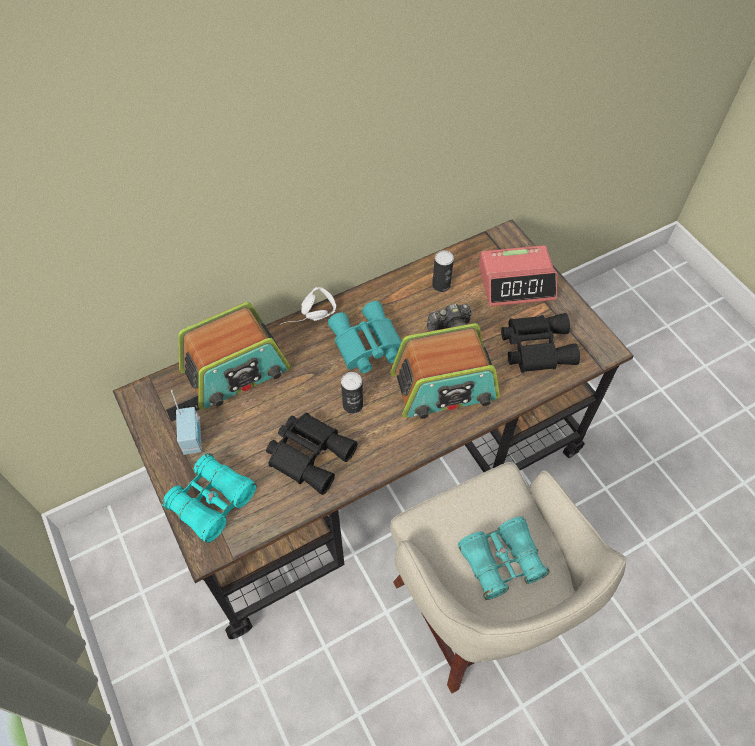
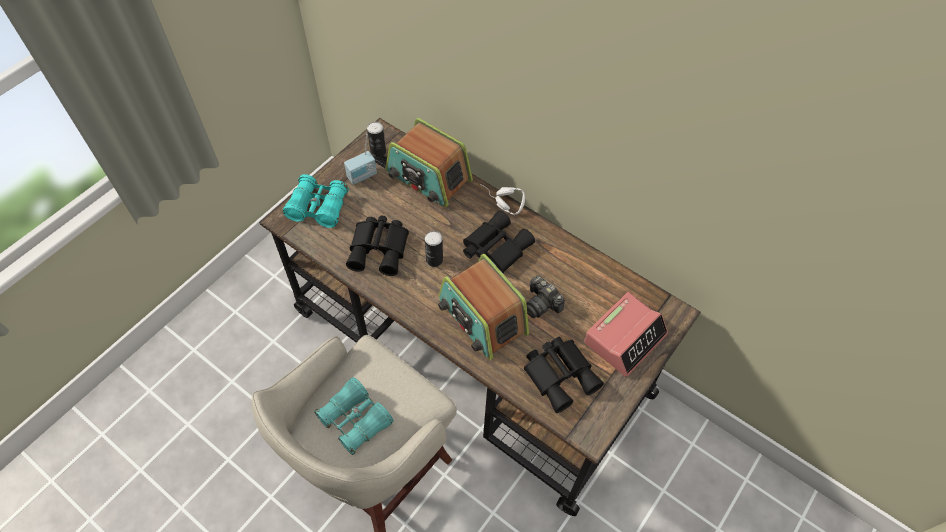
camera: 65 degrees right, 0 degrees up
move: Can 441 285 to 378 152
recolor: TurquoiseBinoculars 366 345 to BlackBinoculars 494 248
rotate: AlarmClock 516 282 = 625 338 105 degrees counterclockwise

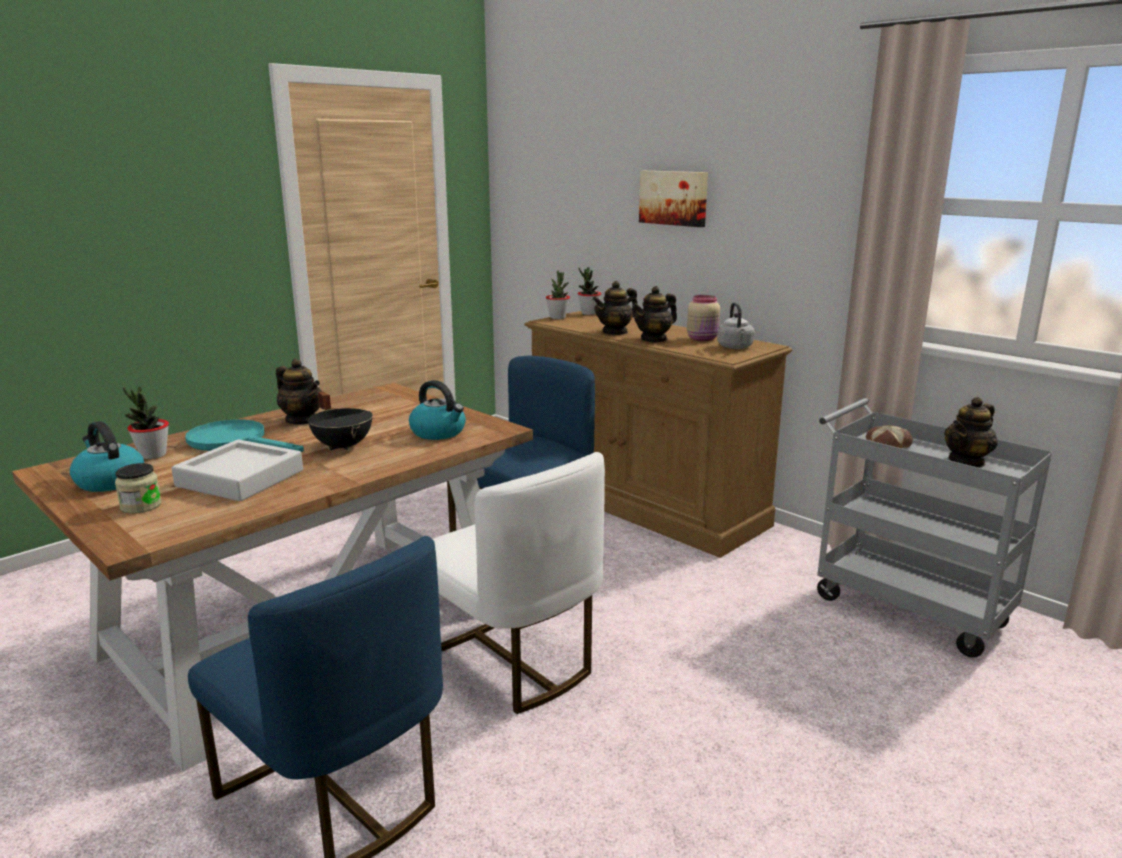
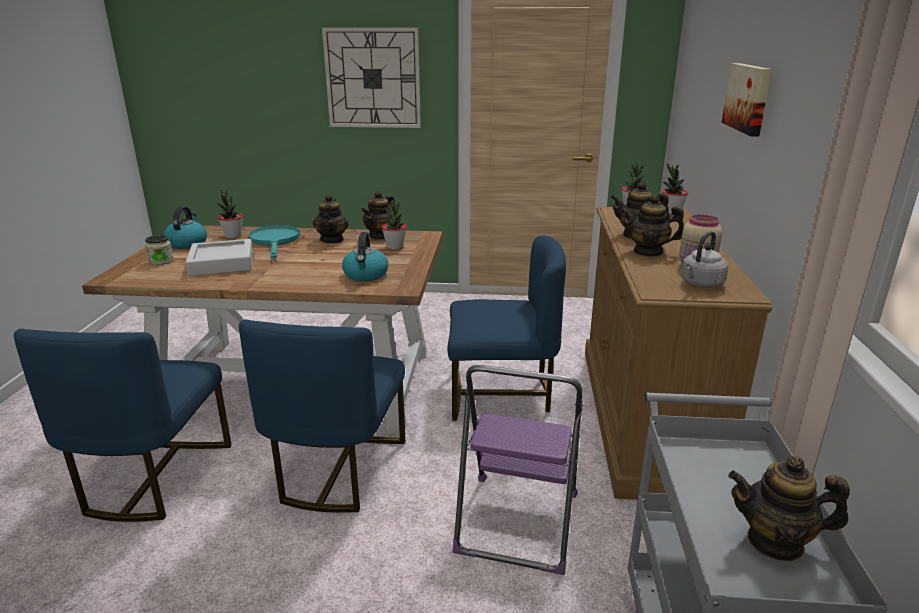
camera: 50 degrees right, 5 degrees up
delete: BlackCookingPot 344 446; Bread 887 443
insert: WallClock 373 78; Teapot 380 236; PottedPlant 395 247; PurpleStepLadder 515 525
recolor: WhiteChair 510 662 to BlueChair 337 470

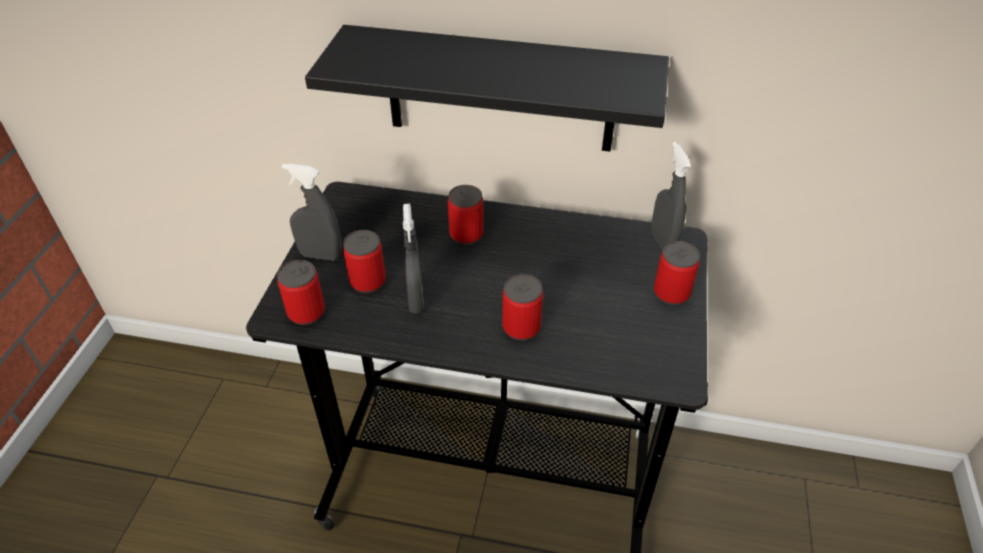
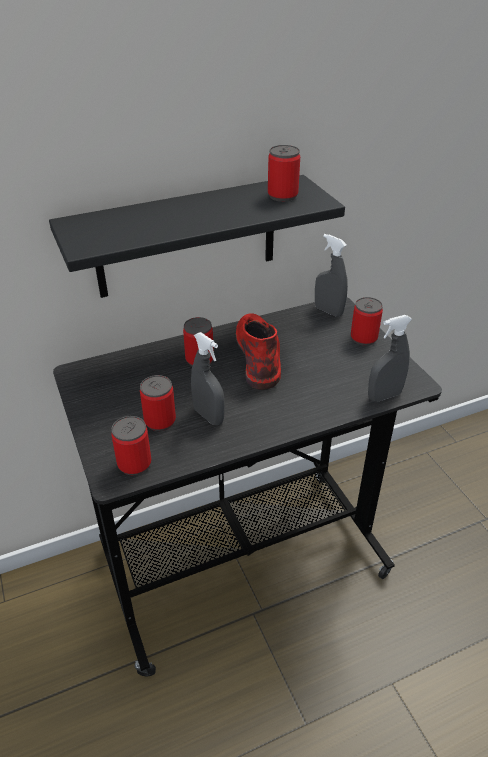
camera: 35 degrees left, 5 degrees down
insert: RedBoot 258 353
move: Can 521 327 to 282 196; GreySprayBottle 321 255 to 384 396

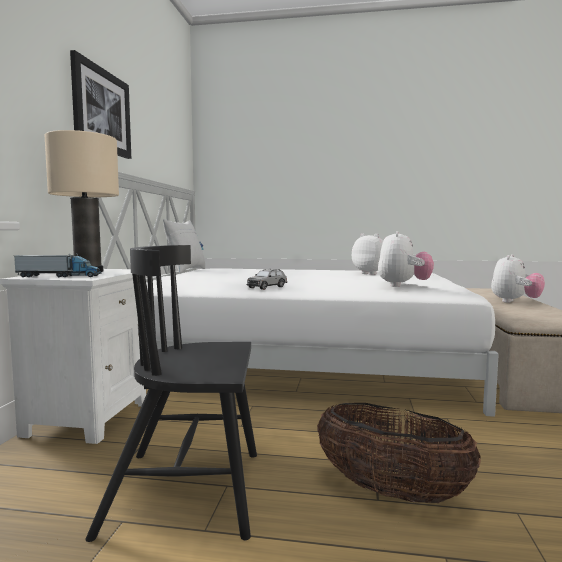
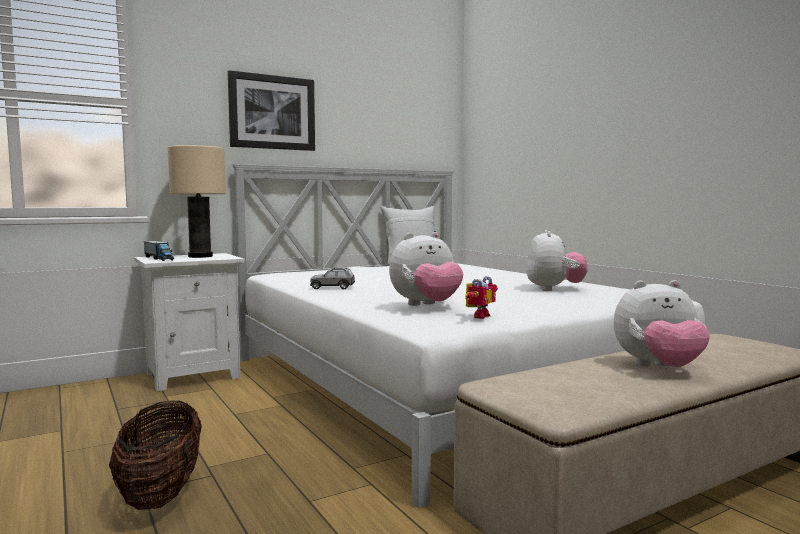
camera: 50 degrees right, 0 degrees up
delete: BlackChair 195 490
insert: ToyRobot 478 316

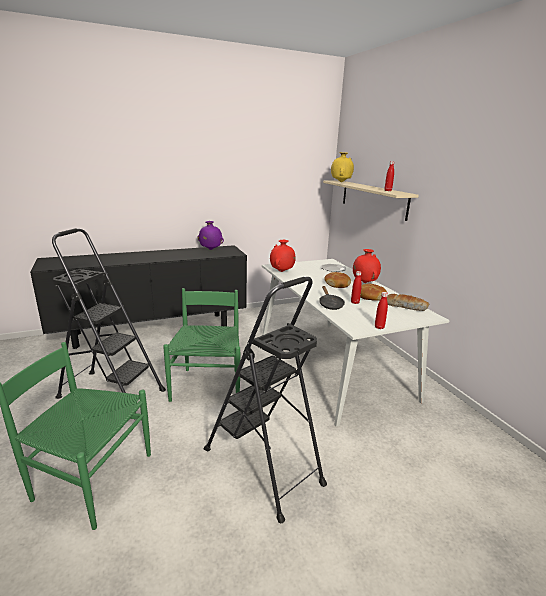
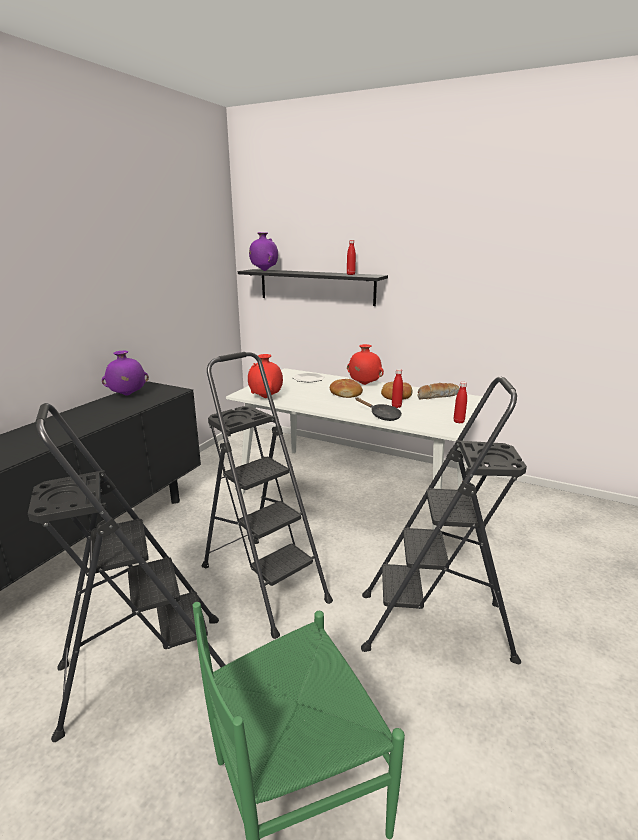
camera: 40 degrees left, 0 degrees up
replace: GreenChair 208 385 to StepLadder 262 581
recolor: BeigeShelf 373 199 to BlackShelf 316 287; YellowVase 340 182 to PurpleVase 264 270

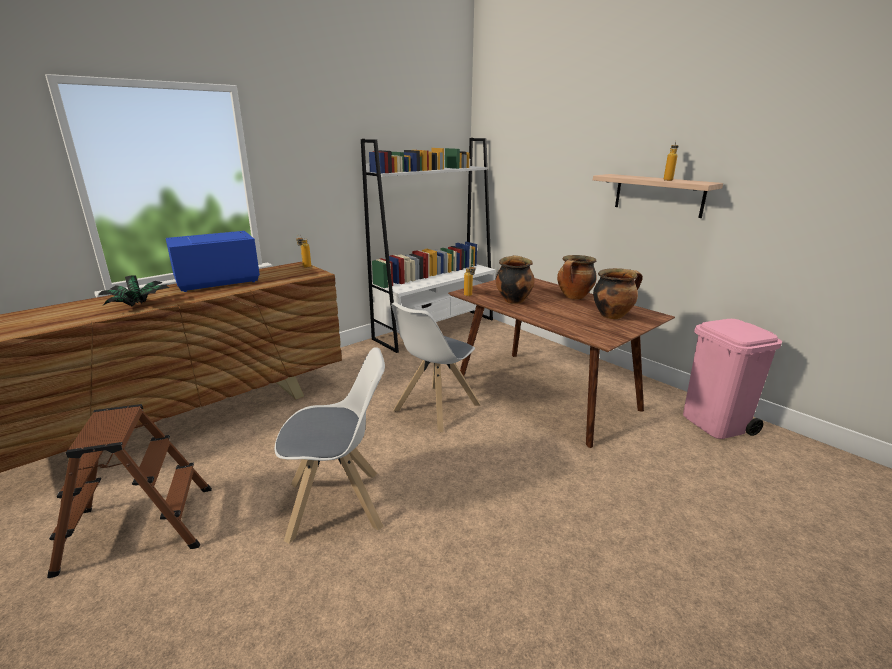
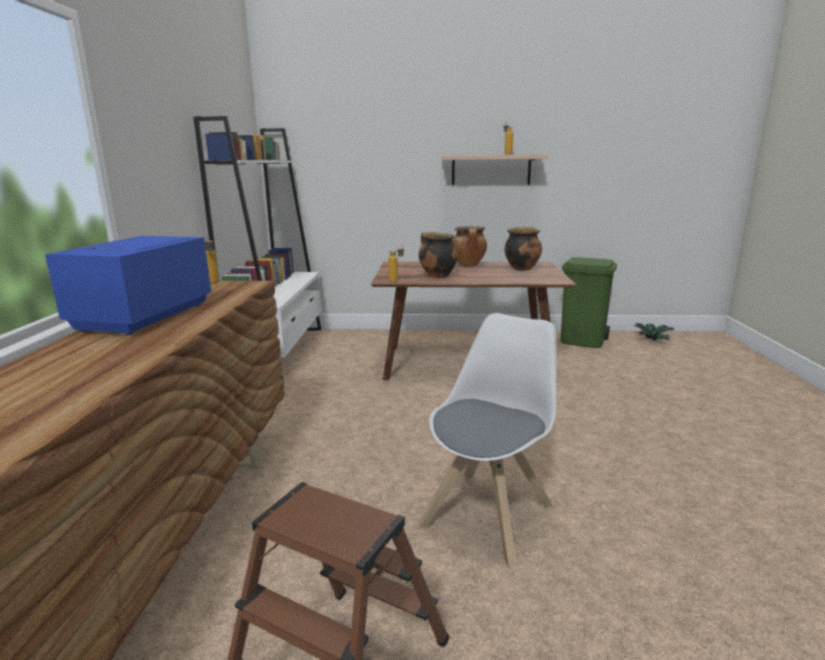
camera: 45 degrees left, 5 degrees down
delete: Chair 435 408
move: PottedPlant 139 305 to 652 340
recolor: PinkTrashCan 715 424 to GreenTrashCan 583 341

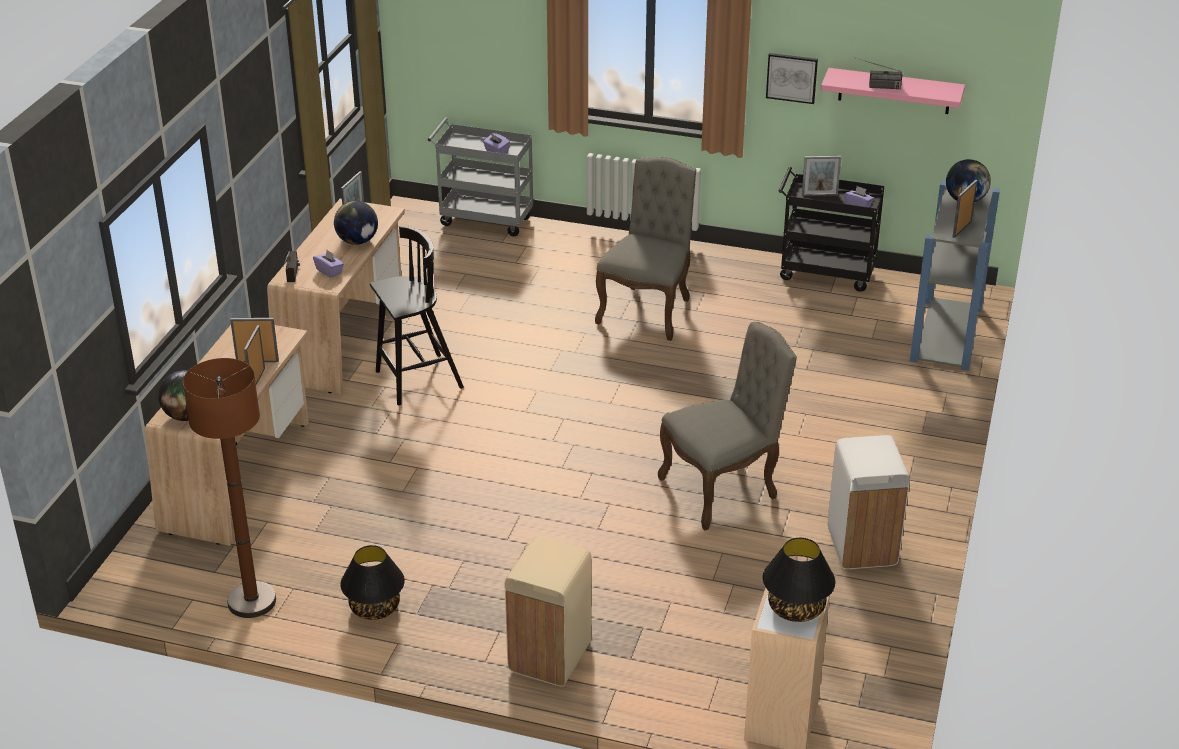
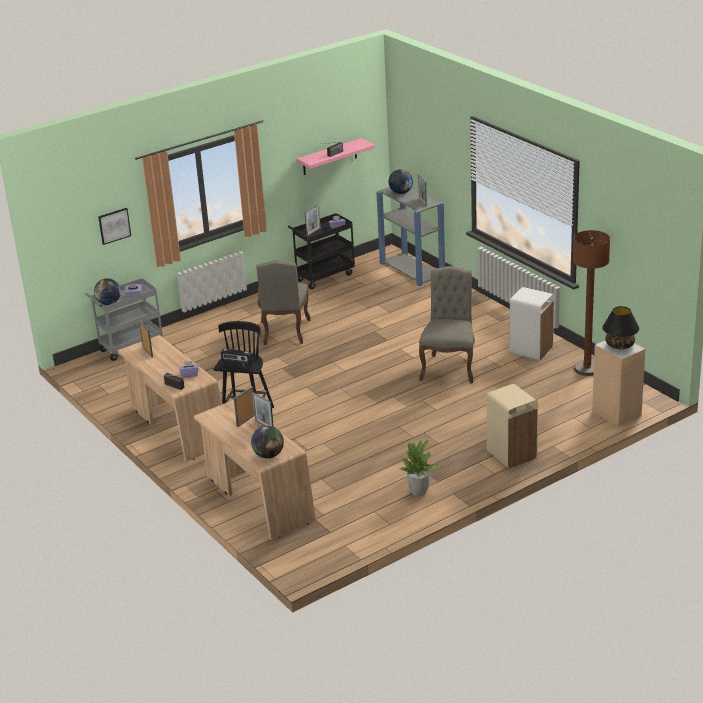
camera: 50 degrees left, 5 degrees down
insert: Radio 237 367
move: Globe 357 241 to 109 303; Picture 792 77 to 114 225; BrownFloorLamp 251 601 to 587 369
replace: BlackTableLamp 374 608 to PottedPlant 418 492
rotate: GreyChair 648 311 = 284 333 150 degrees counterclockwise

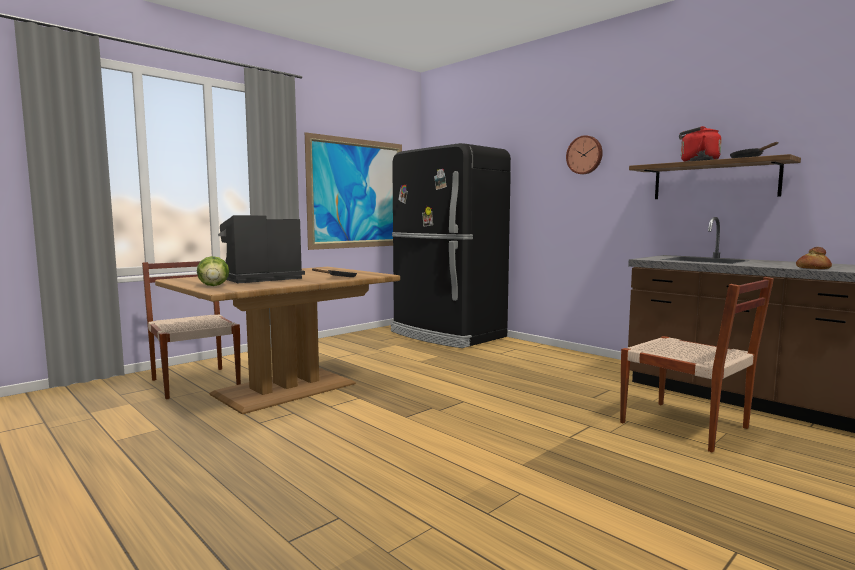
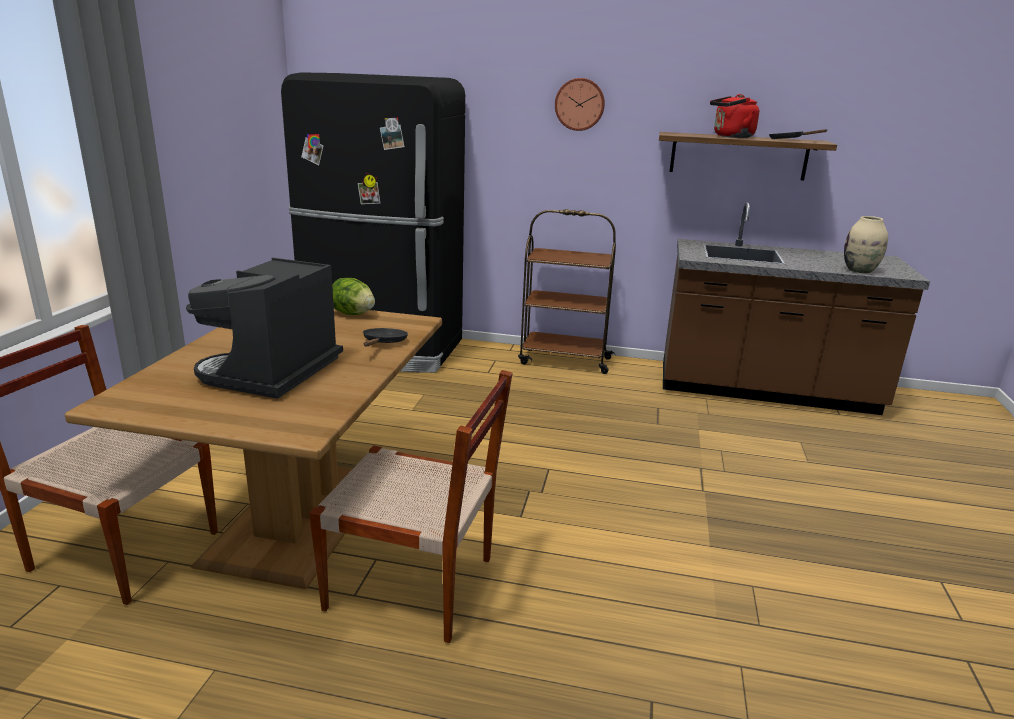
camera: 35 degrees left, 15 degrees up
delete: Picture 357 193
insert: BrownCart 563 361
move: Chair 687 427 to 415 586; Lettuce 213 286 to 353 314
replace: Bread 812 268 to BeigeVase 860 270

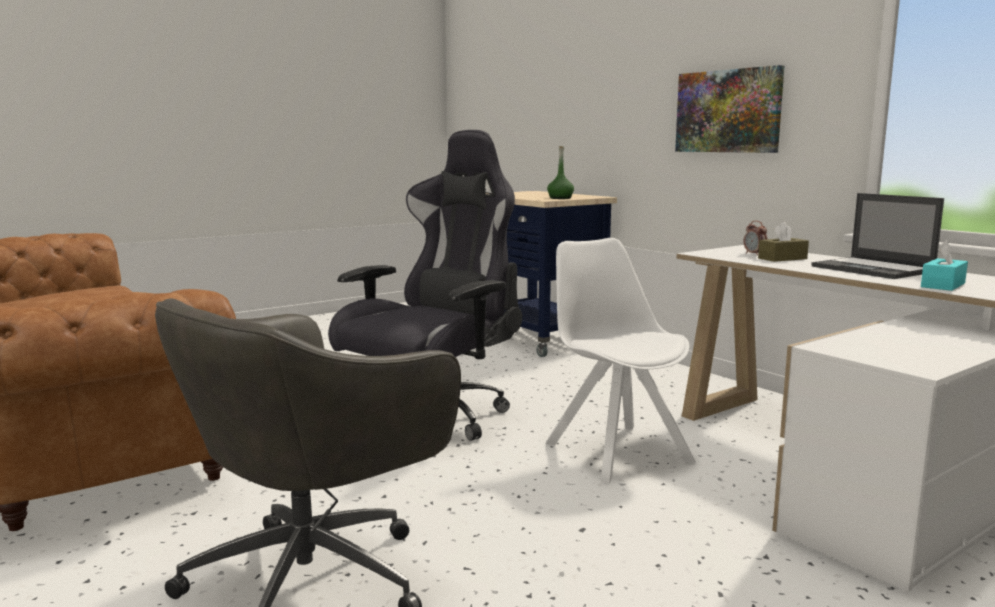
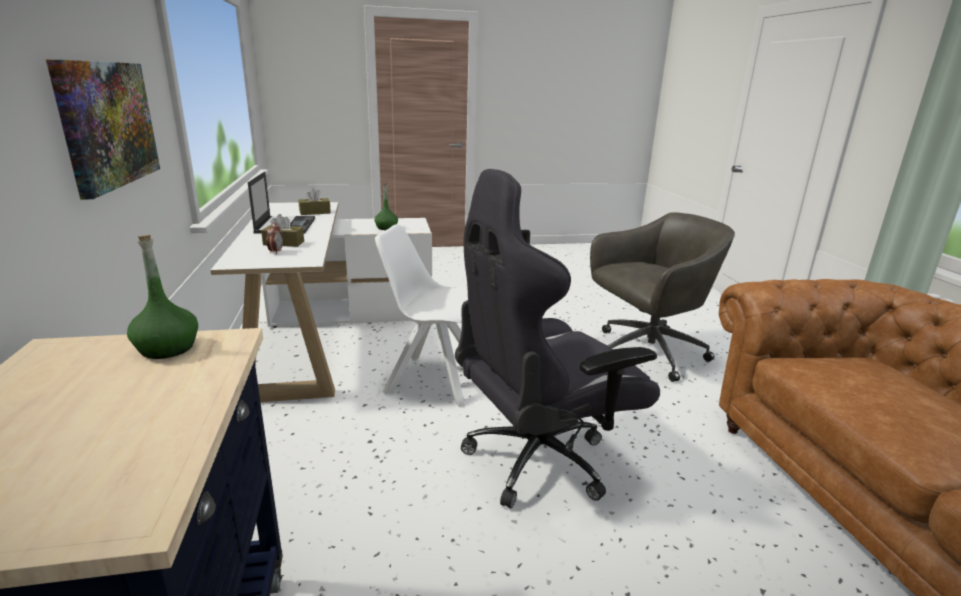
camera: 155 degrees left, 10 degrees up
insert: GreenBottle 386 228
recolor: TurquoiseTissueBox 943 285 to BrownTissueBox 315 212
rotate: WhiteChair 616 451 = 432 379 105 degrees clockwise

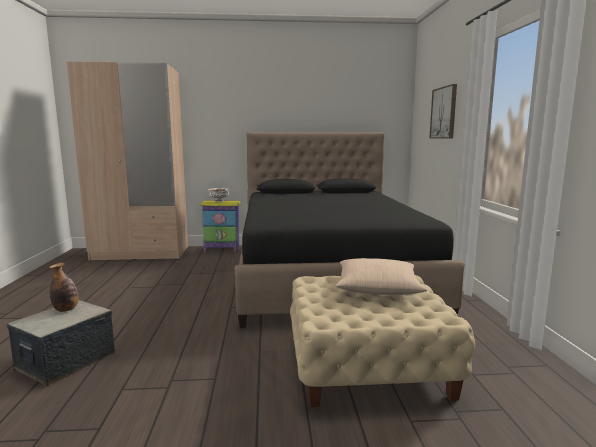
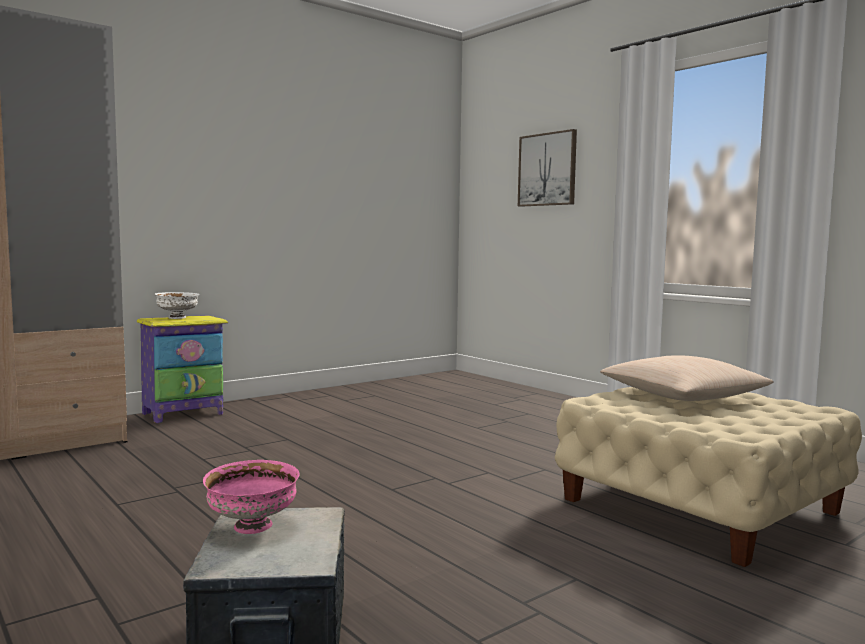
camera: 35 degrees left, 5 degrees down
delete: BlackBed 327 274
replace: Bottle 66 309 to PinkBowl 253 527

